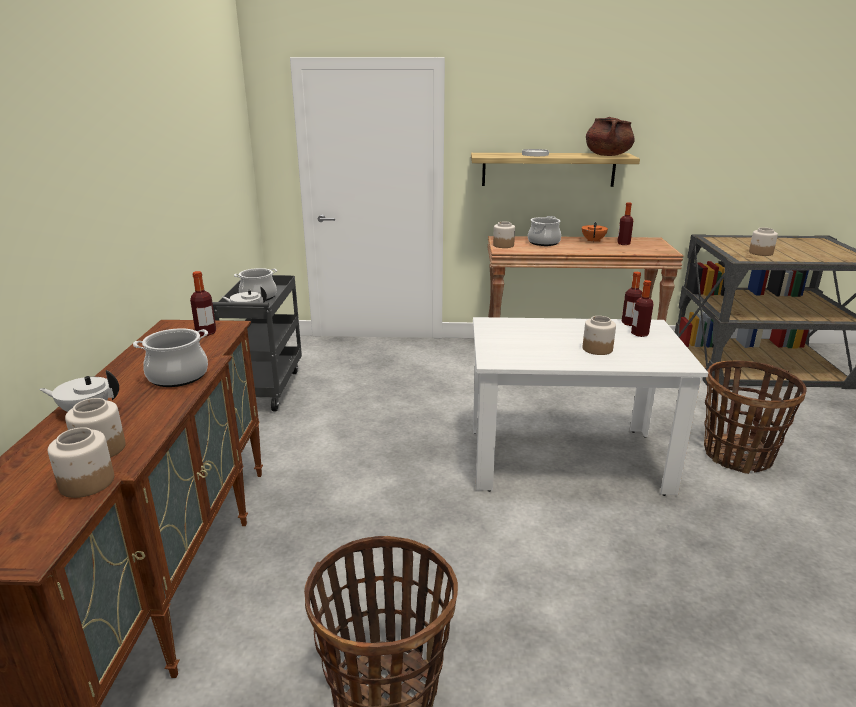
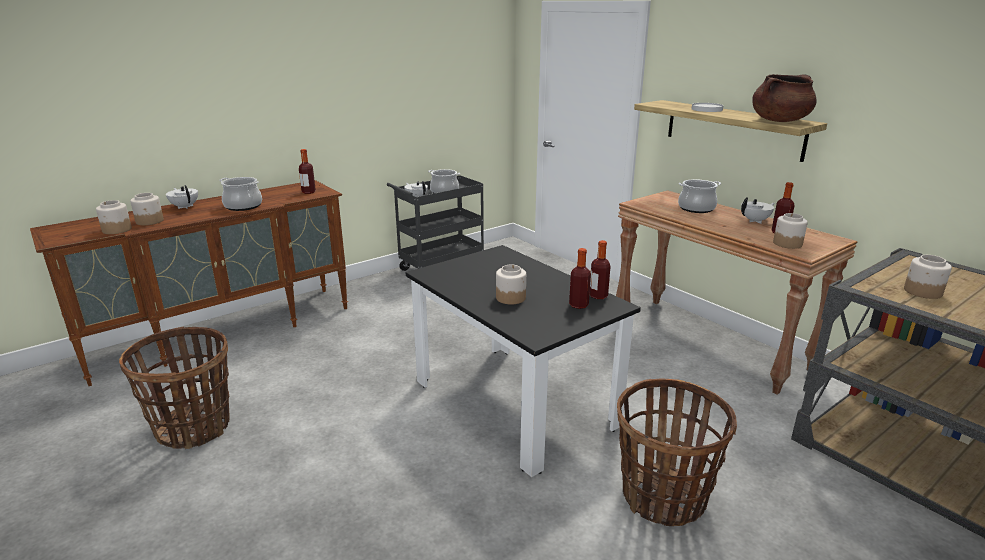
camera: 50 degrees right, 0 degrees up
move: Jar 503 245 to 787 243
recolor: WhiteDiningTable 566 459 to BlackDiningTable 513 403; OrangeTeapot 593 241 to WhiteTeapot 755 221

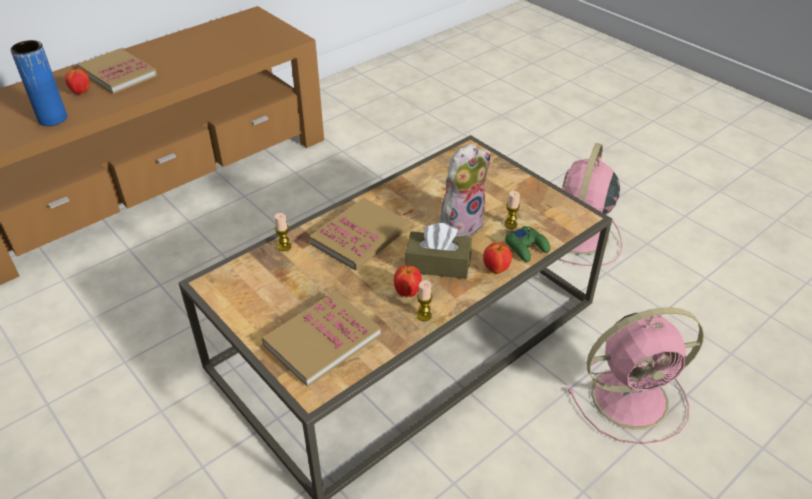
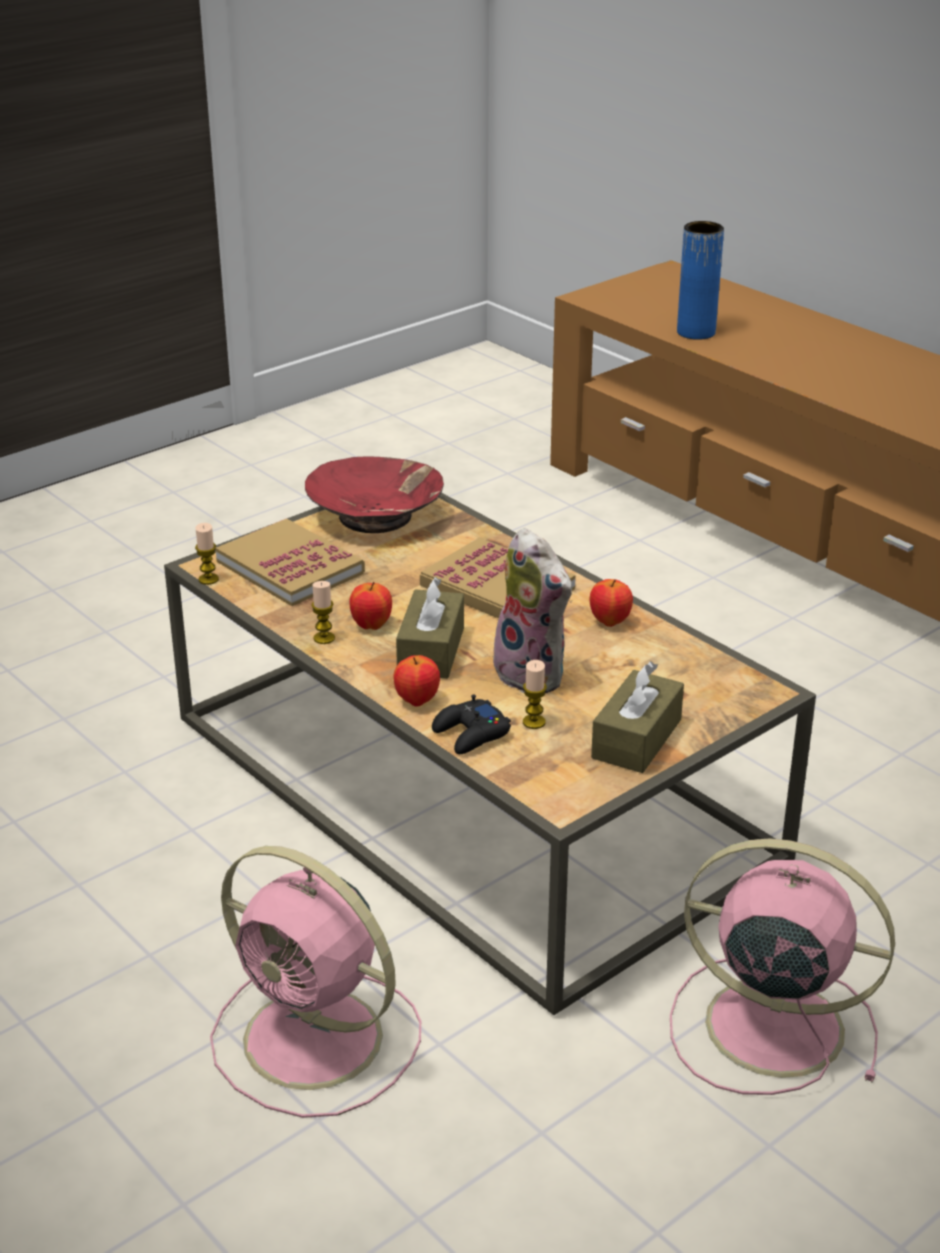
camera: 90 degrees right, 10 degrees down
delete: Book 118 74
insert: RedBowl 376 516; BrownTissueBox 636 739
move: Candle 284 247 to 208 579; Apple 81 92 to 609 622
recolor: GreenGameController 527 247 to BlackGameController 471 734
rotate: PinkFan 633 397 = 318 1041 45 degrees counterclockwise

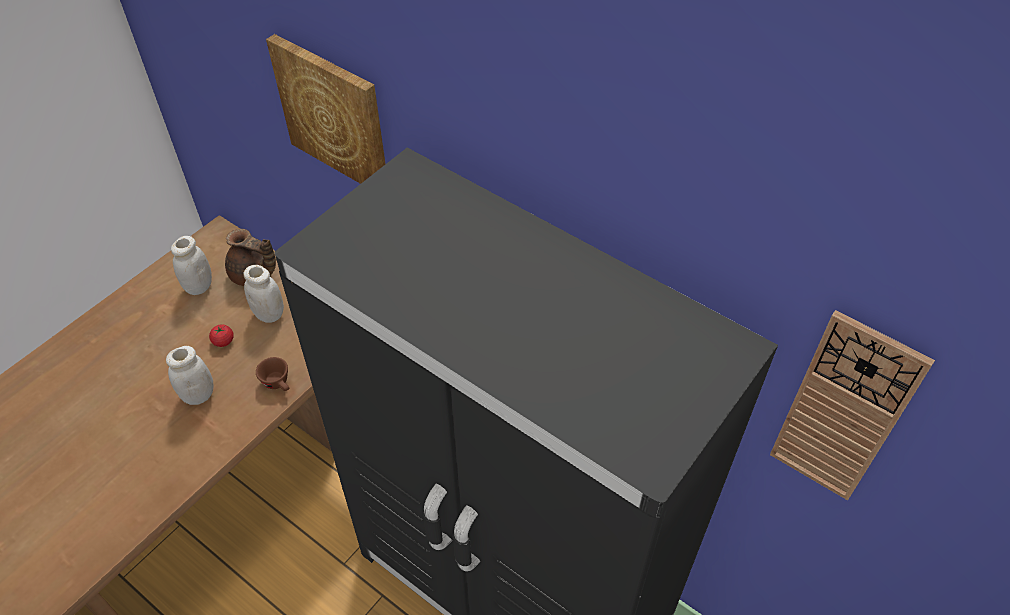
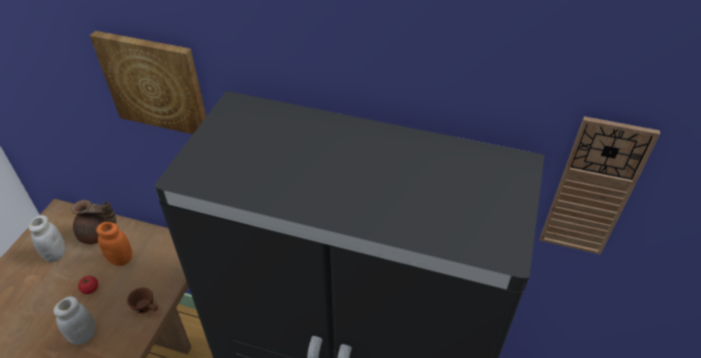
camera: 20 degrees left, 5 degrees down
recolor: WhiteJar 269 314 to OrangeJar 121 259

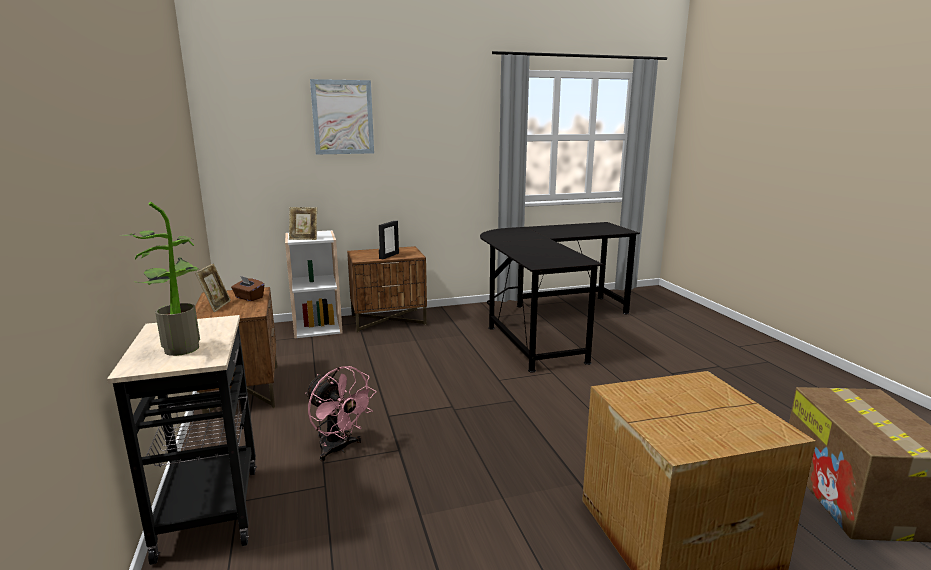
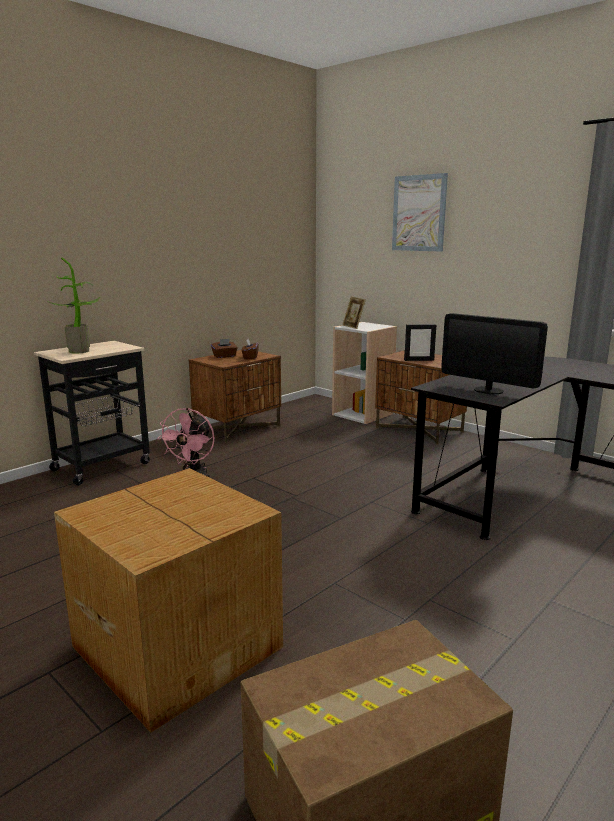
camera: 60 degrees right, 0 degrees up
insert: Monitor 488 390
replace: PictureFrame 216 306 to BrownTissueBox 224 356

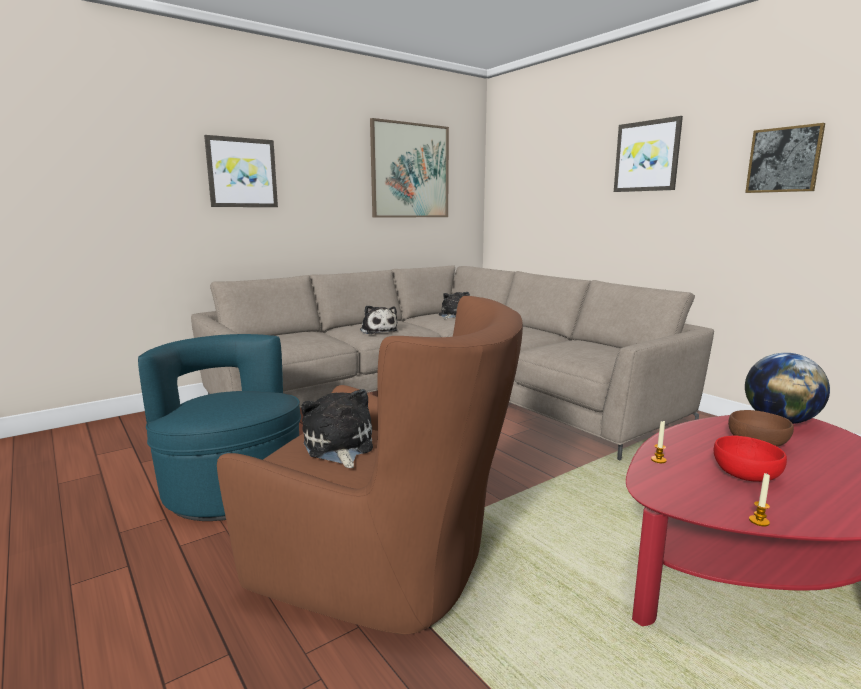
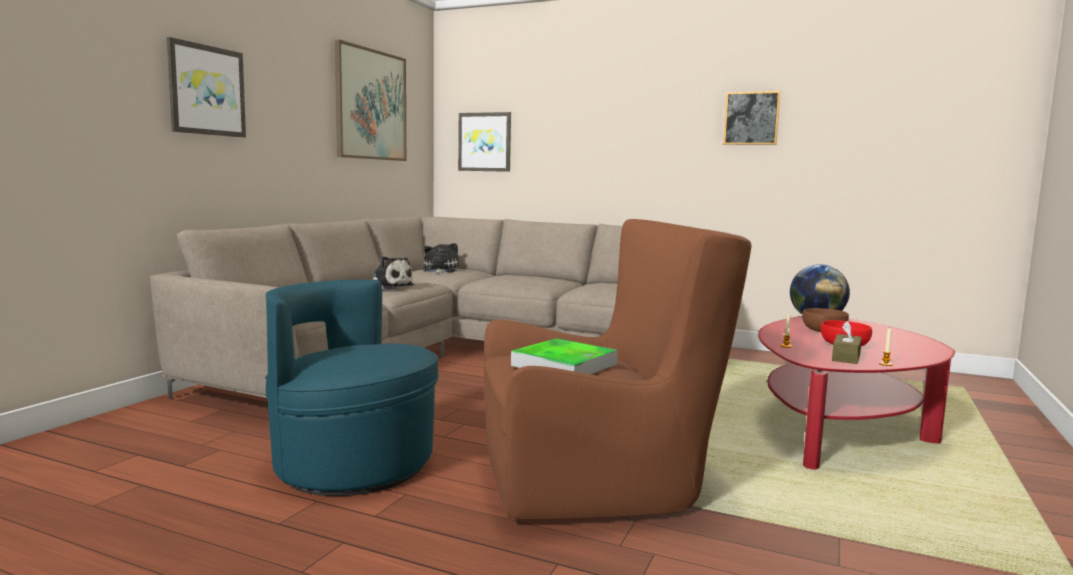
camera: 30 degrees left, 5 degrees down
insert: BrownTissueBox 846 357
move: Picture 647 156 to 485 142
replace: PlushToy 339 447 to Tray 564 365

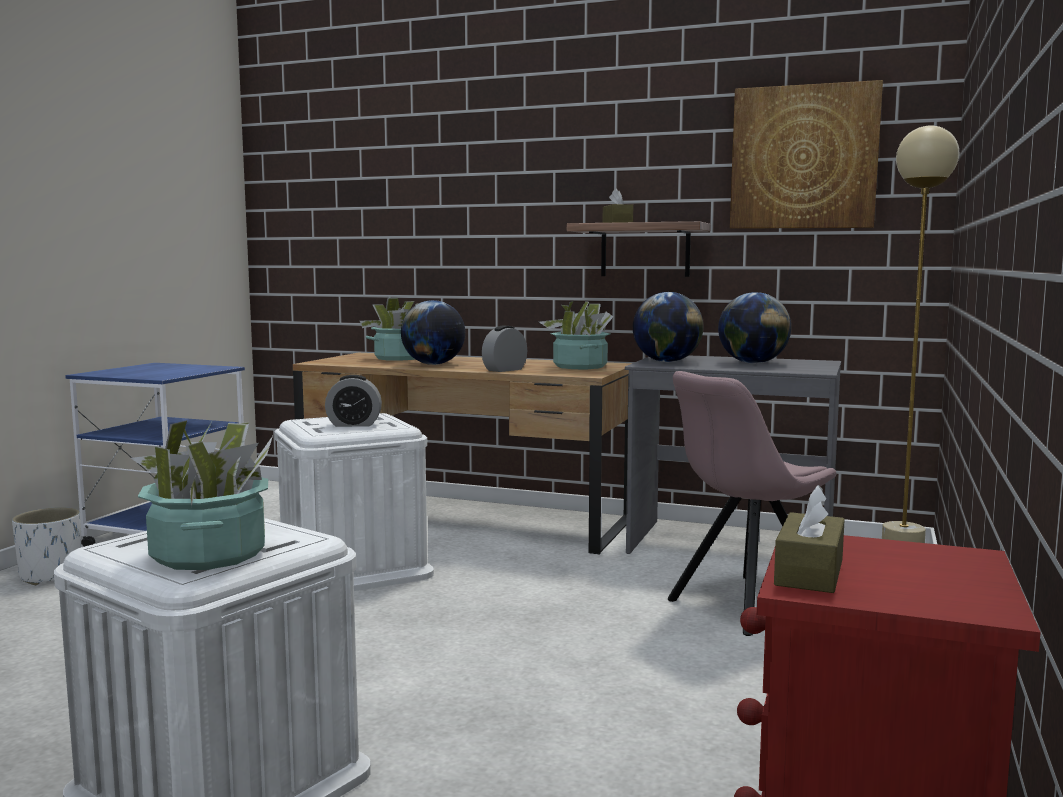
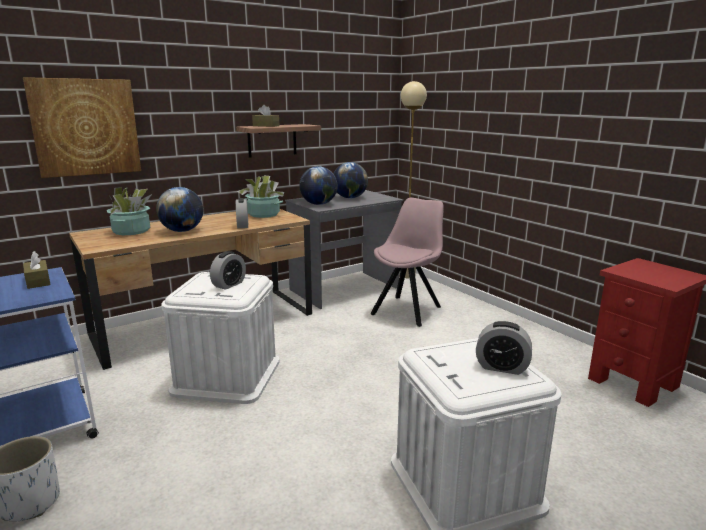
camera: 55 degrees left, 10 degrees up
move: Picture 804 157 to 85 127; BrownTissueBox 809 572 to 38 281
replace: PottedPlant 209 554 to AlarmClock 501 367
rotate: PinkChair 747 605 = 407 310 150 degrees counterclockwise

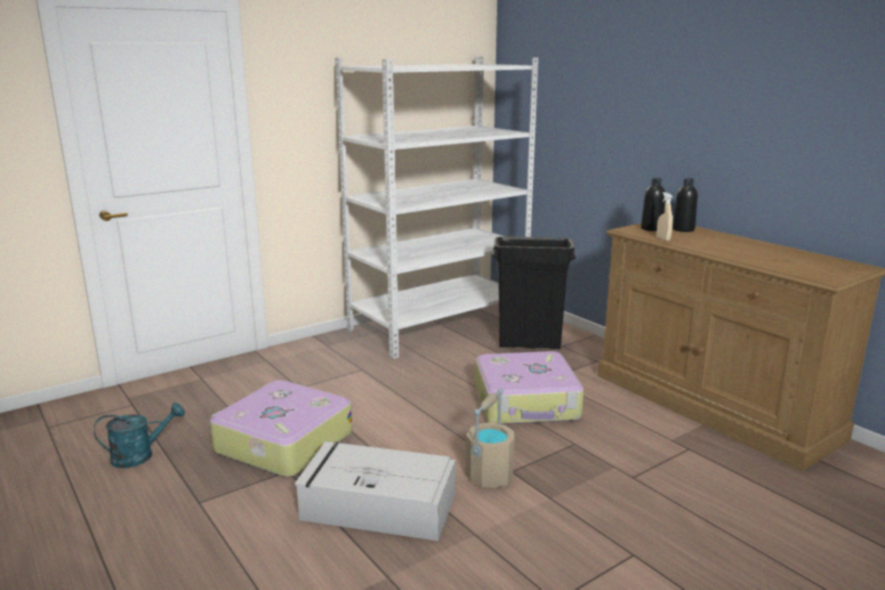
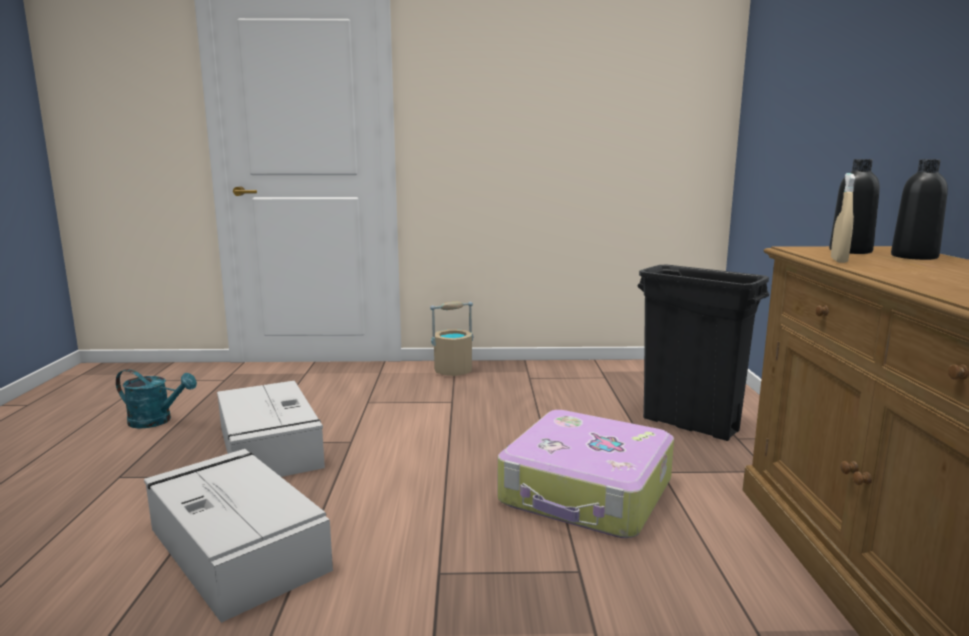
camera: 35 degrees right, 5 degrees down
delete: WhiteBookcase 439 325
move: BeigeBucket 489 475 to 453 371
replace: Suitcase 282 442 to GreyStorageBox 269 447

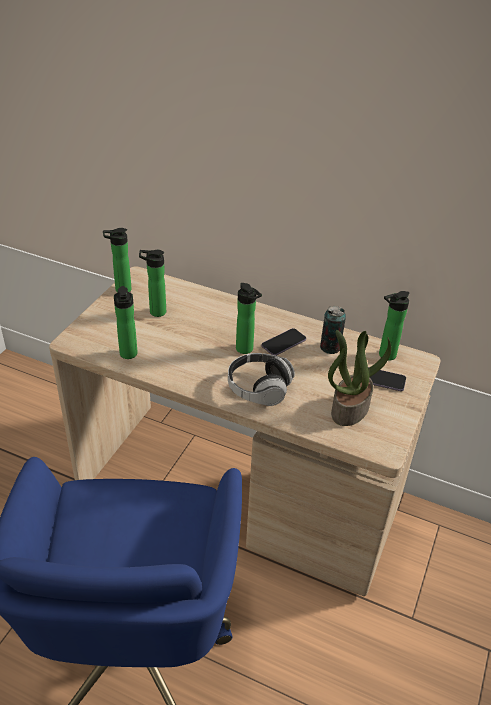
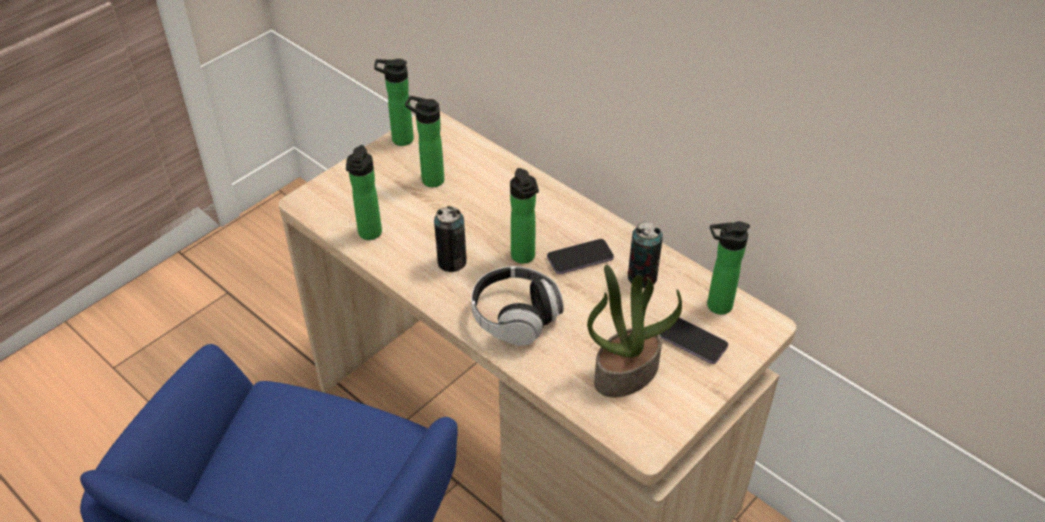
camera: 20 degrees right, 5 degrees up
insert: Can 452 262

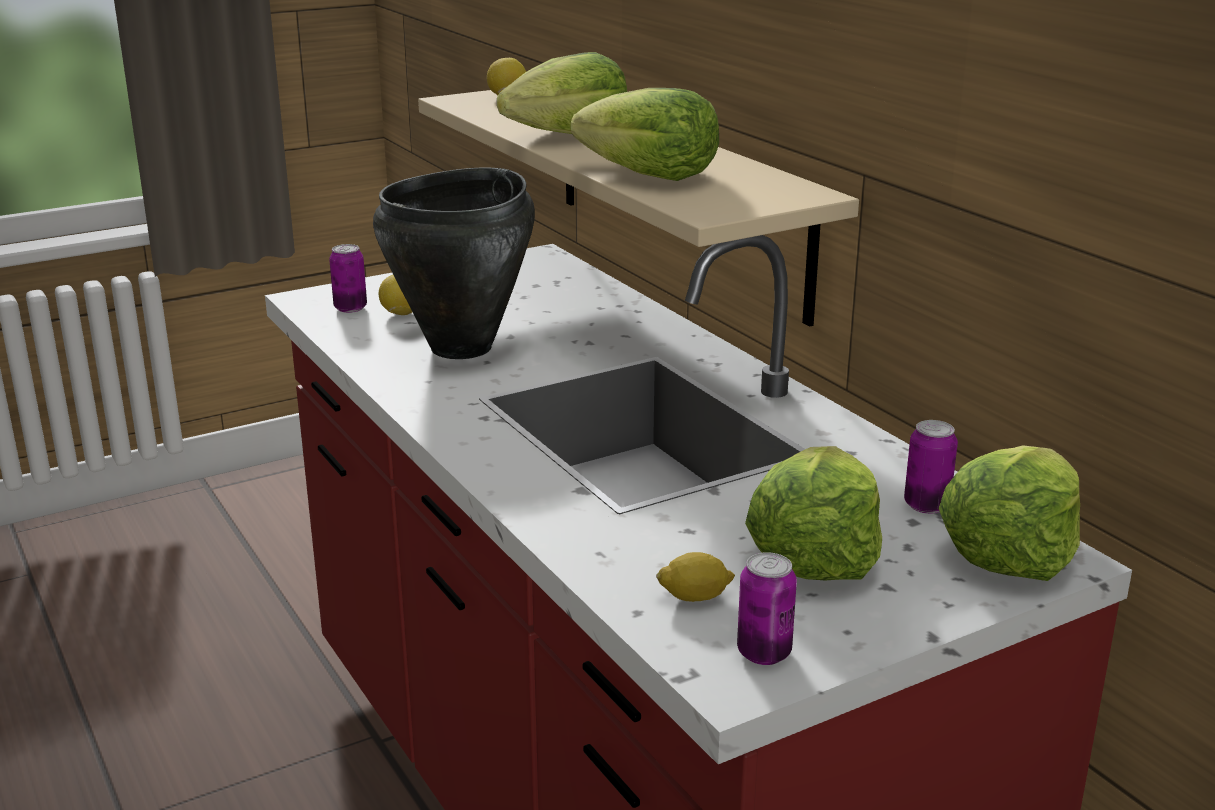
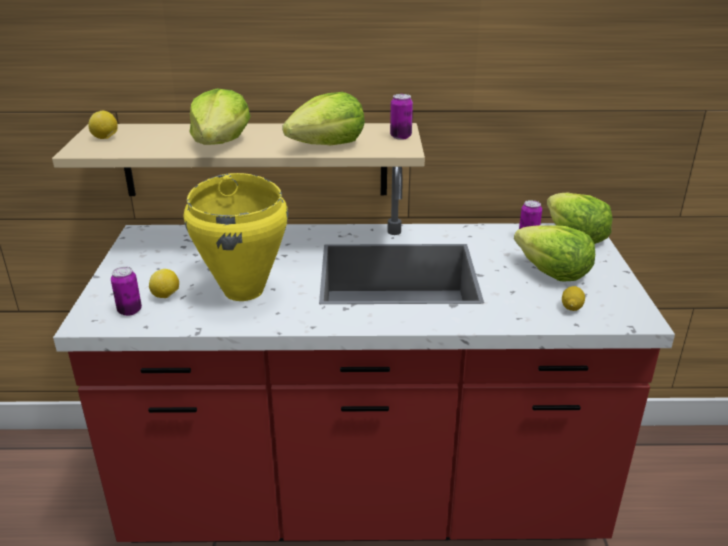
camera: 60 degrees left, 5 degrees up
move: Can 764 653 to 400 136
recolor: BlackCookingPot 463 347 to YellowCookingPot 244 290

